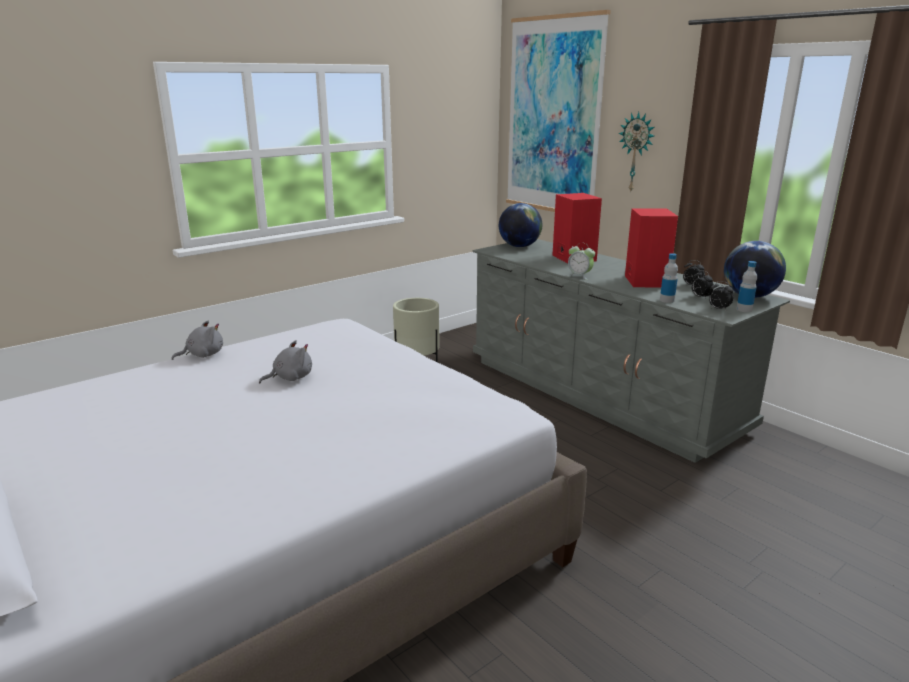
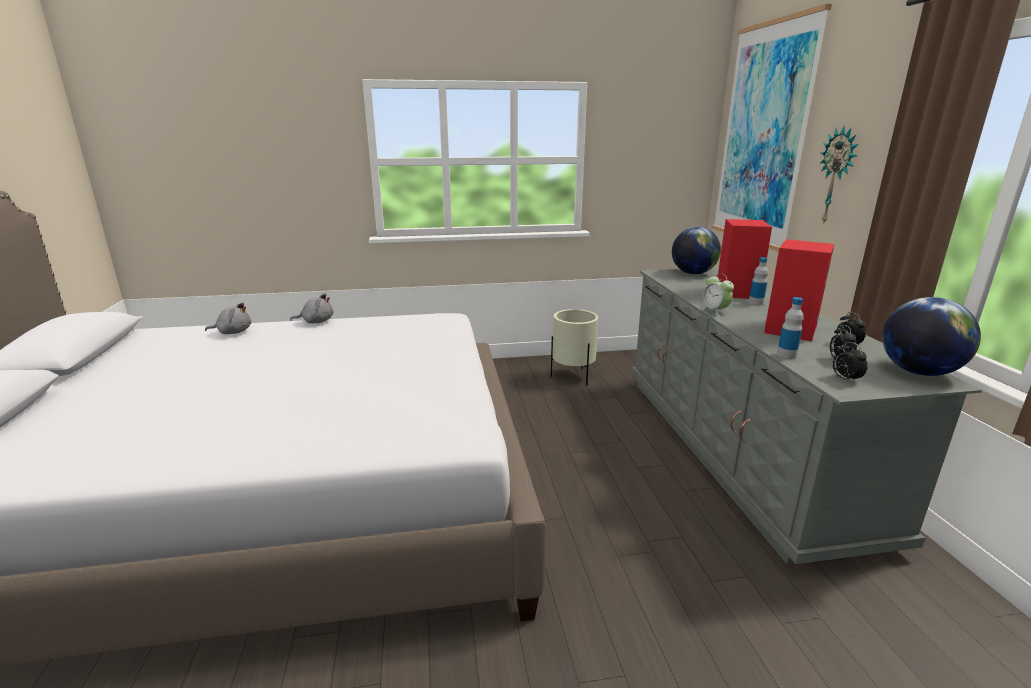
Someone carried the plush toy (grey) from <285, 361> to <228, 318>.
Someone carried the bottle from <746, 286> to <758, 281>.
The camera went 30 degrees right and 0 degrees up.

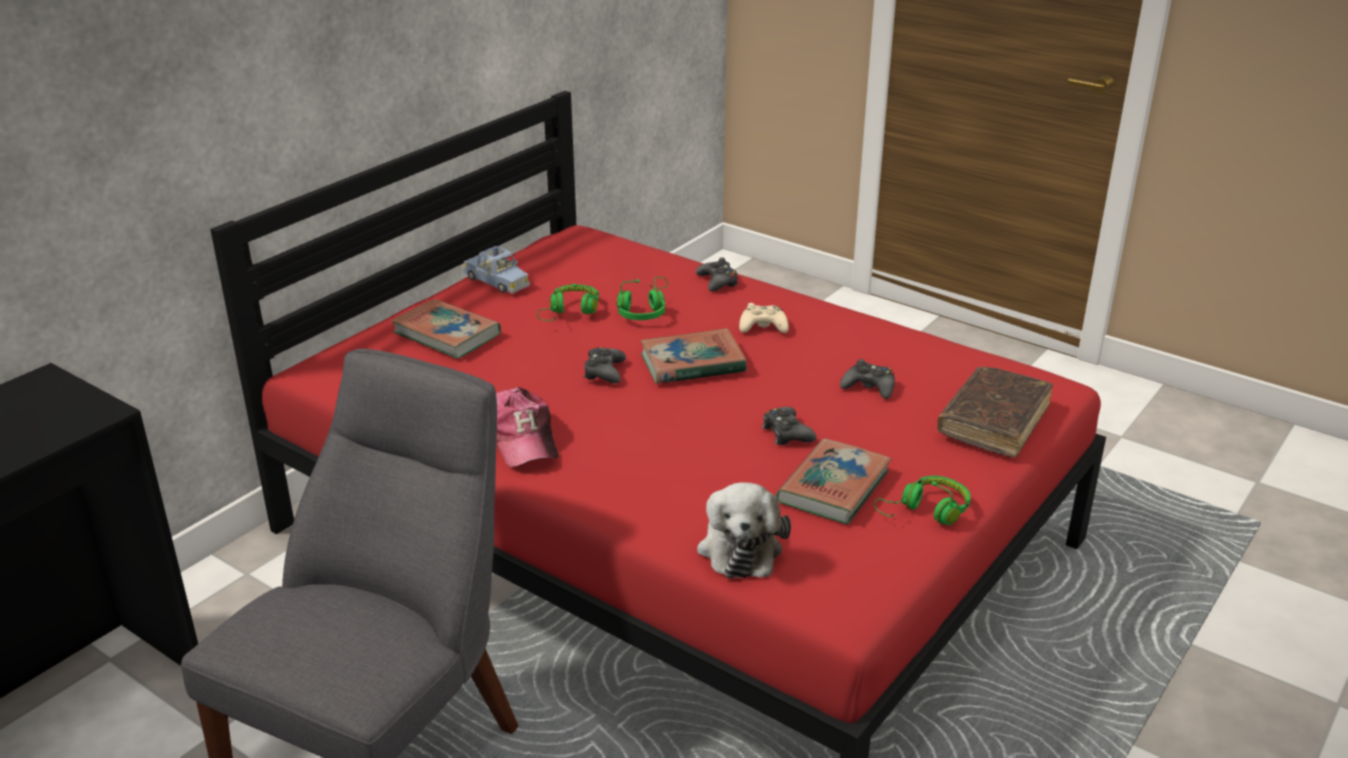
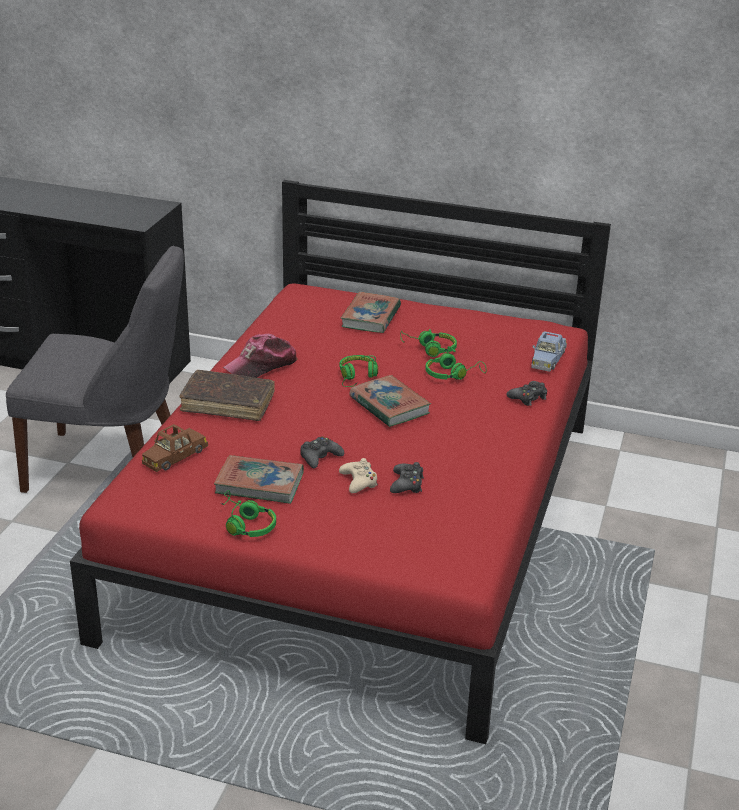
Someone swapped the plush toy at <744, 530> for the toy car (brown) at <175, 448>.
Someone carried the book (brown) from <995, 412> to <227, 395>.
Someone swapped the game controller (black) at <605, 365> for the headphones (green) at <358, 371>.
Someone carried the game controller (beige) from <764, 318> to <358, 475>.
Someone carried the toy car (blue) from <496, 270> to <549, 351>.
The camera went 70 degrees right and 0 degrees up.

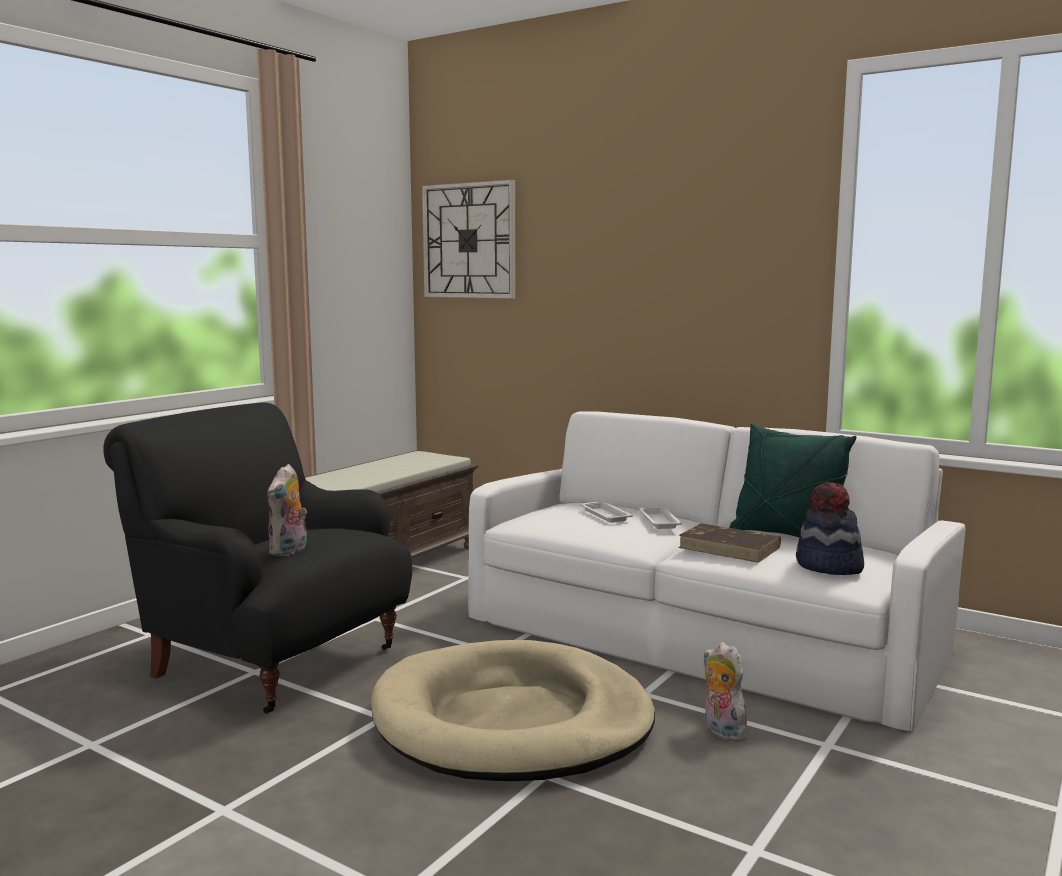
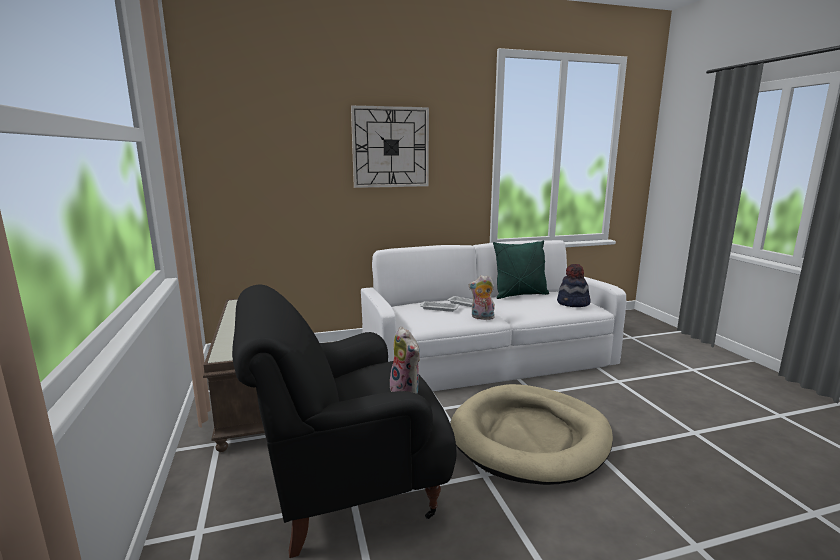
Someone carried the wall clock from <468, 239> to <390, 146>.
Someone carried the plush toy from <725, 691> to <482, 297>.
Someone took away the book (brown) at <729, 543>.
The camera went 50 degrees left and 5 degrees up.

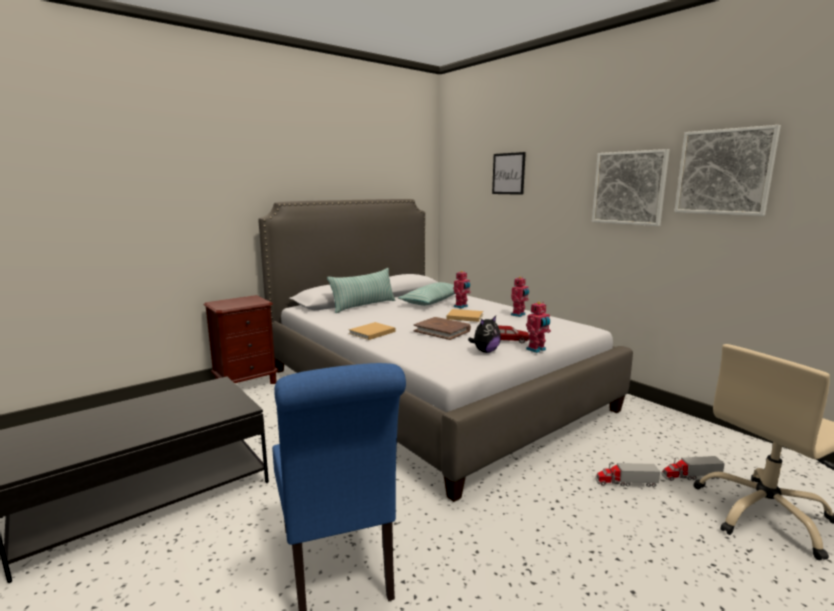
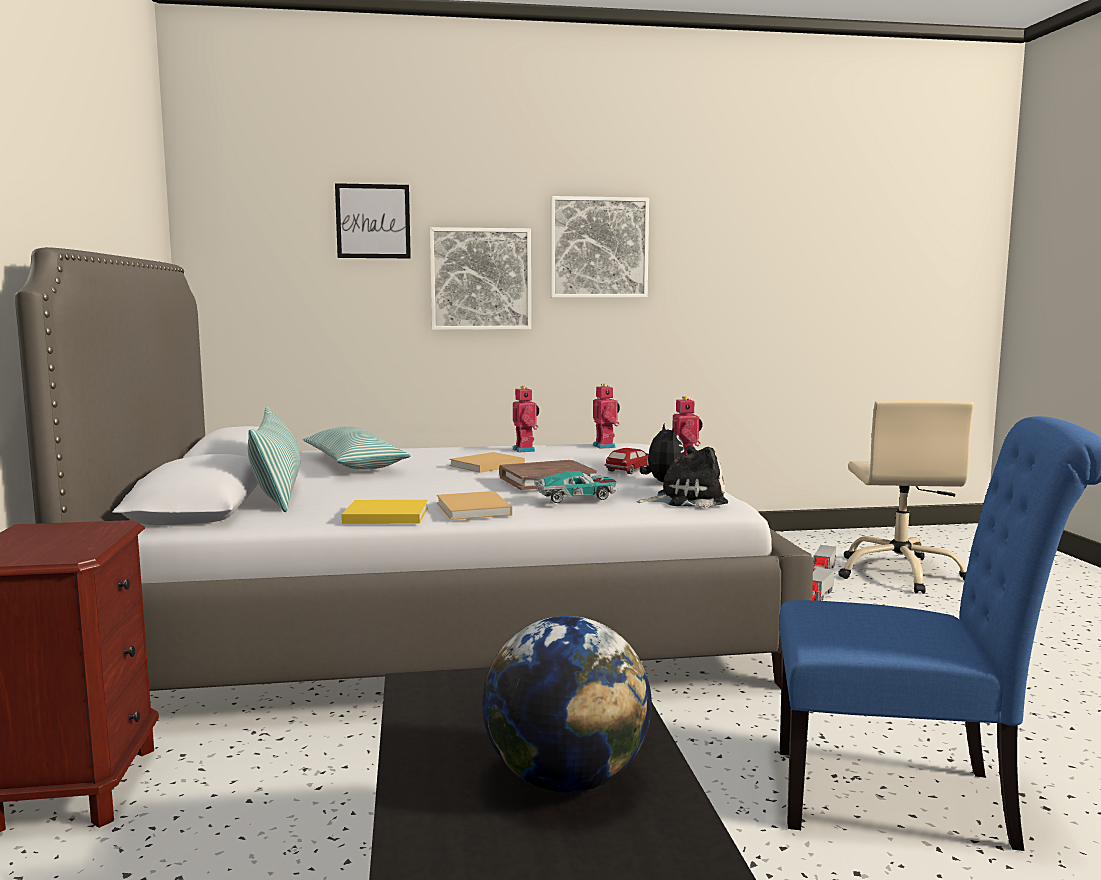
Someone put down the book (yellow) at <384, 512>.
Someone carried the picture from <727, 170> to <480, 278>.
Someone put down the globe at <567, 704>.
Someone put down the toy car at <576, 487>.
Someone carried the toy robot from <462, 290> to <606, 416>.
Someone put down the plush toy at <682, 476>.
The camera went 60 degrees left and 5 degrees down.

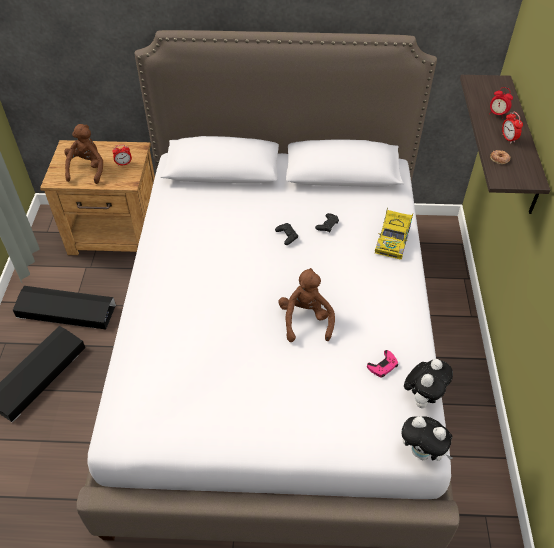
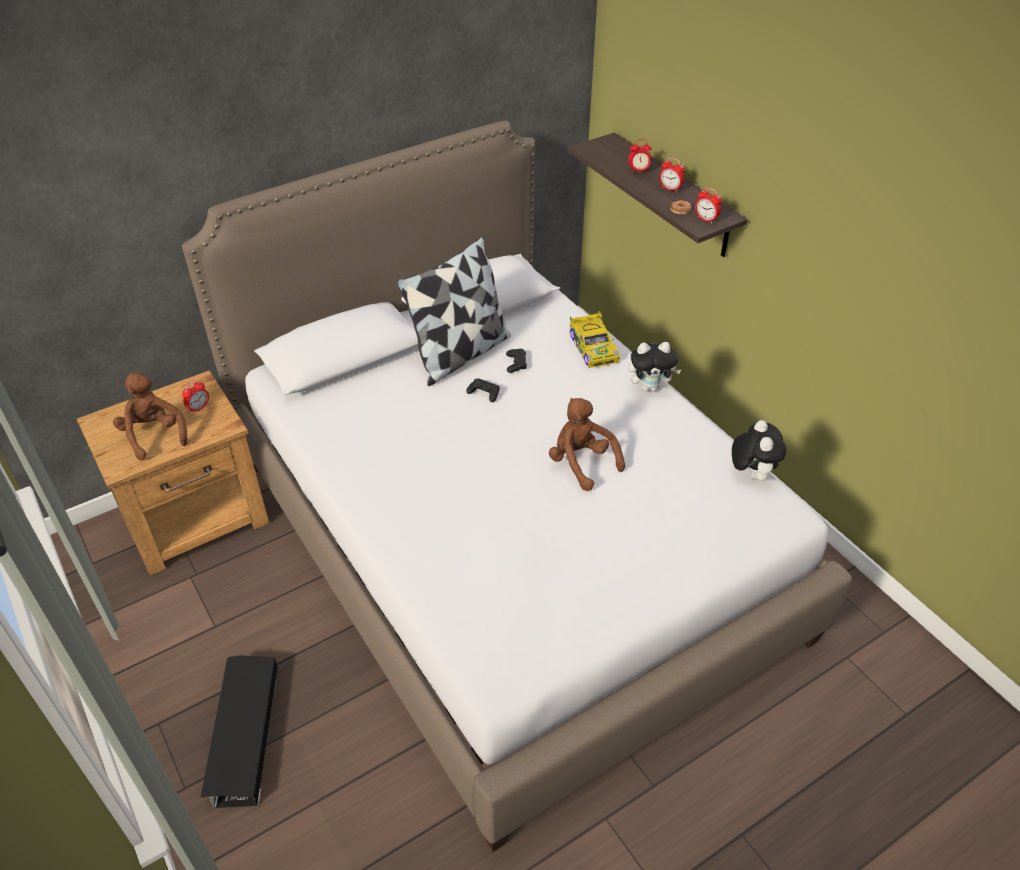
Someone put down the pillow at <453, 311>.
Someone carried the plush toy from <427, 438> to <655, 367>.
Someone put down the alarm clock at <708, 205>.
Someone took away the storage box (black) at <64, 307>.
Someone took away the game controller (pink) at <382, 363>.
The camera went 35 degrees left and 5 degrees down.

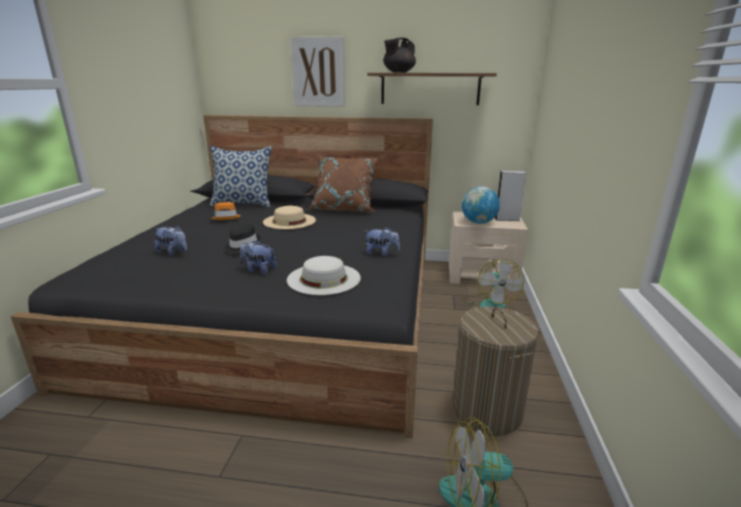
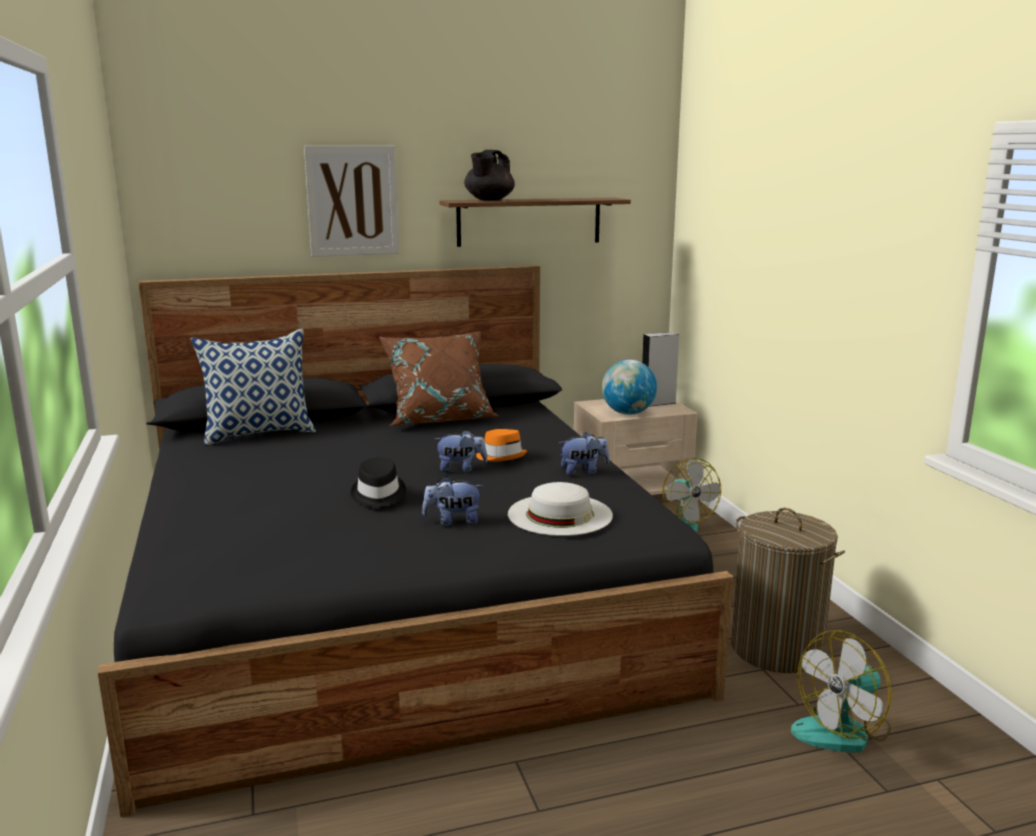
Someone carried the plush toy from <170, 240> to <461, 451>.
Someone carried the hat (orange) from <225, 211> to <501, 445>.
Someone took away the hat (beige) at <289, 217>.
The camera went 25 degrees left and 5 degrees down.

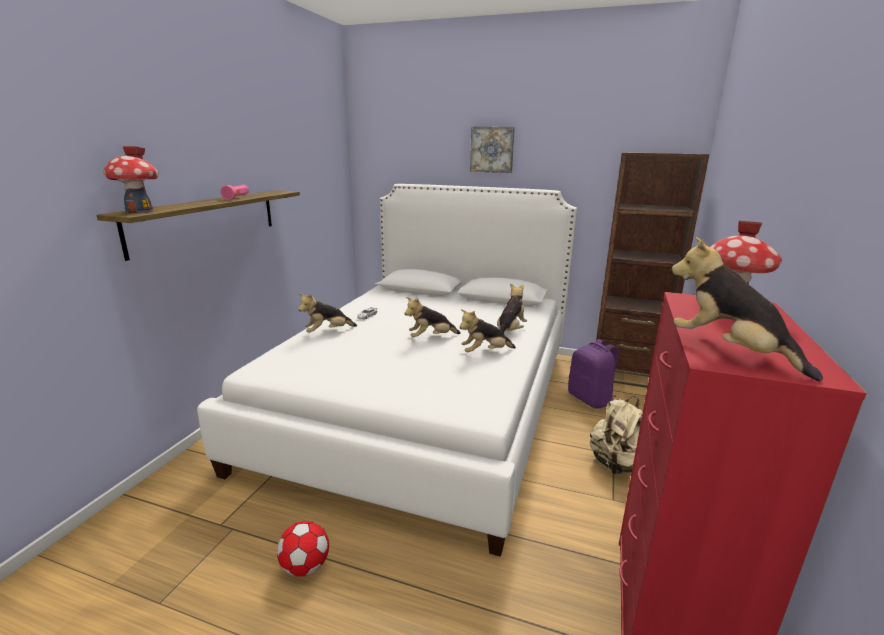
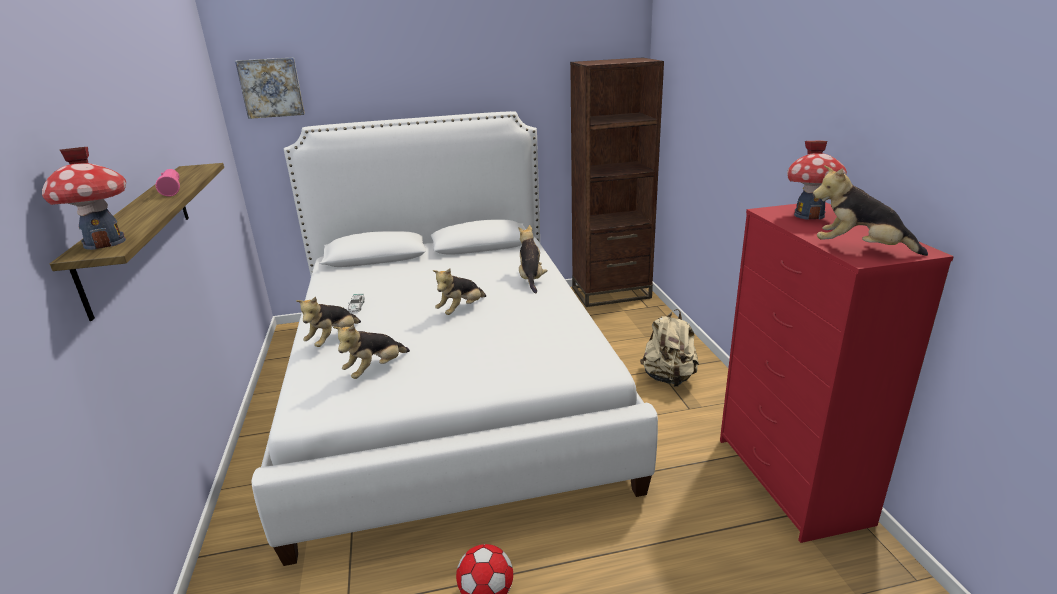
Someone carried the picture from <492, 150> to <270, 88>.
Someone carried the plush toy from <488, 330> to <371, 352>.
Someone took away the backpack (purple) at <593, 374>.
The camera went 30 degrees left and 5 degrees up.

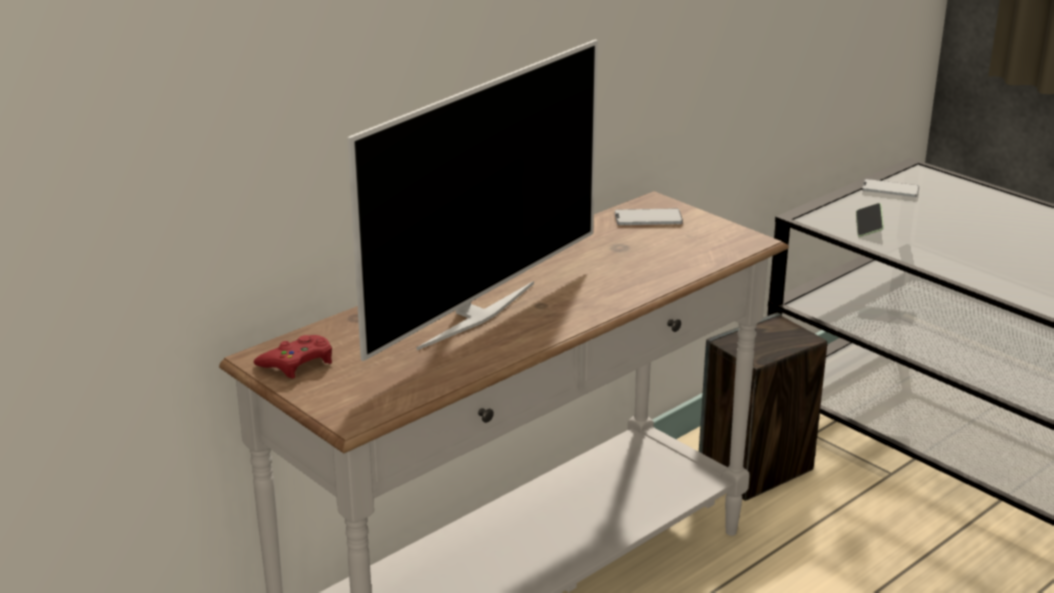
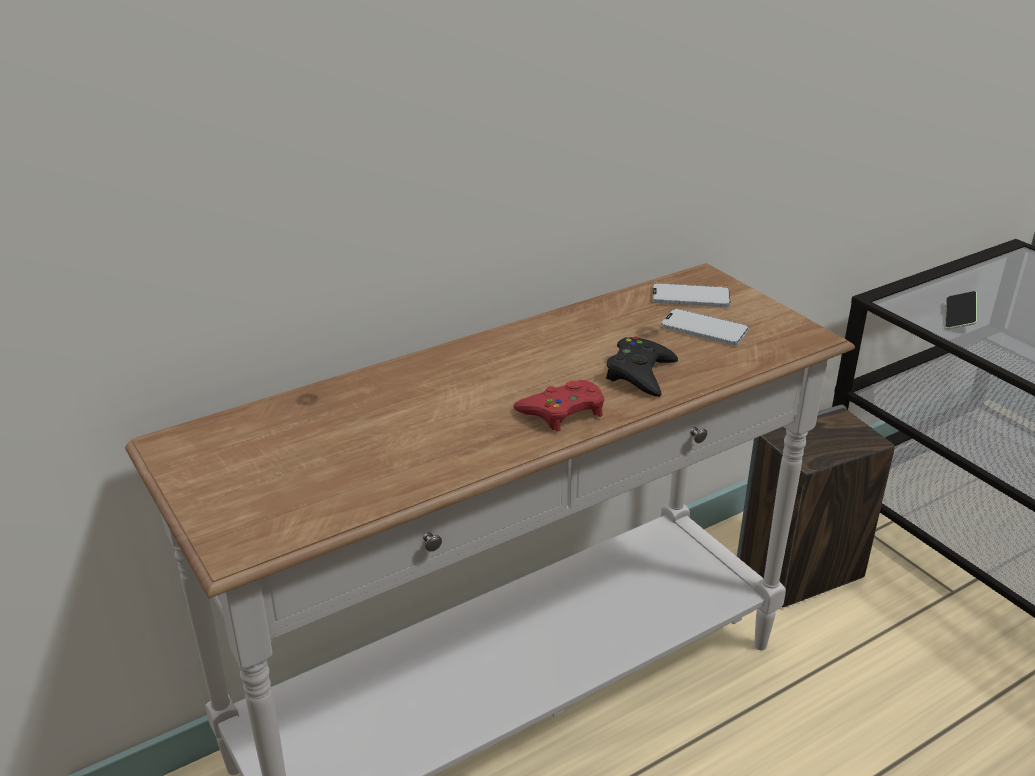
Someone carried the game controller (red) from <292, 357> to <558, 406>.
Someone put down the game controller (black) at <642, 367>.
Someone carried the phone from <890, 188> to <705, 327>.
Someone took away the television at <472, 200>.
The camera went 10 degrees right and 5 degrees up.

